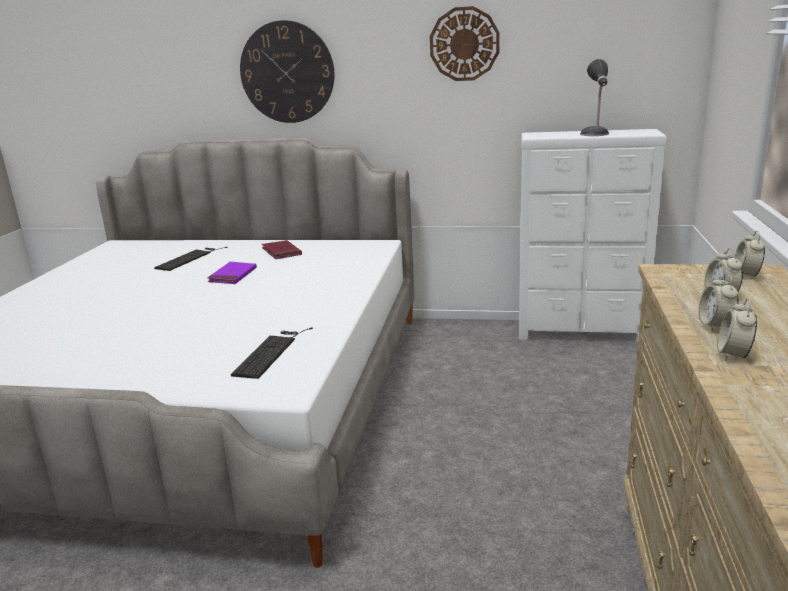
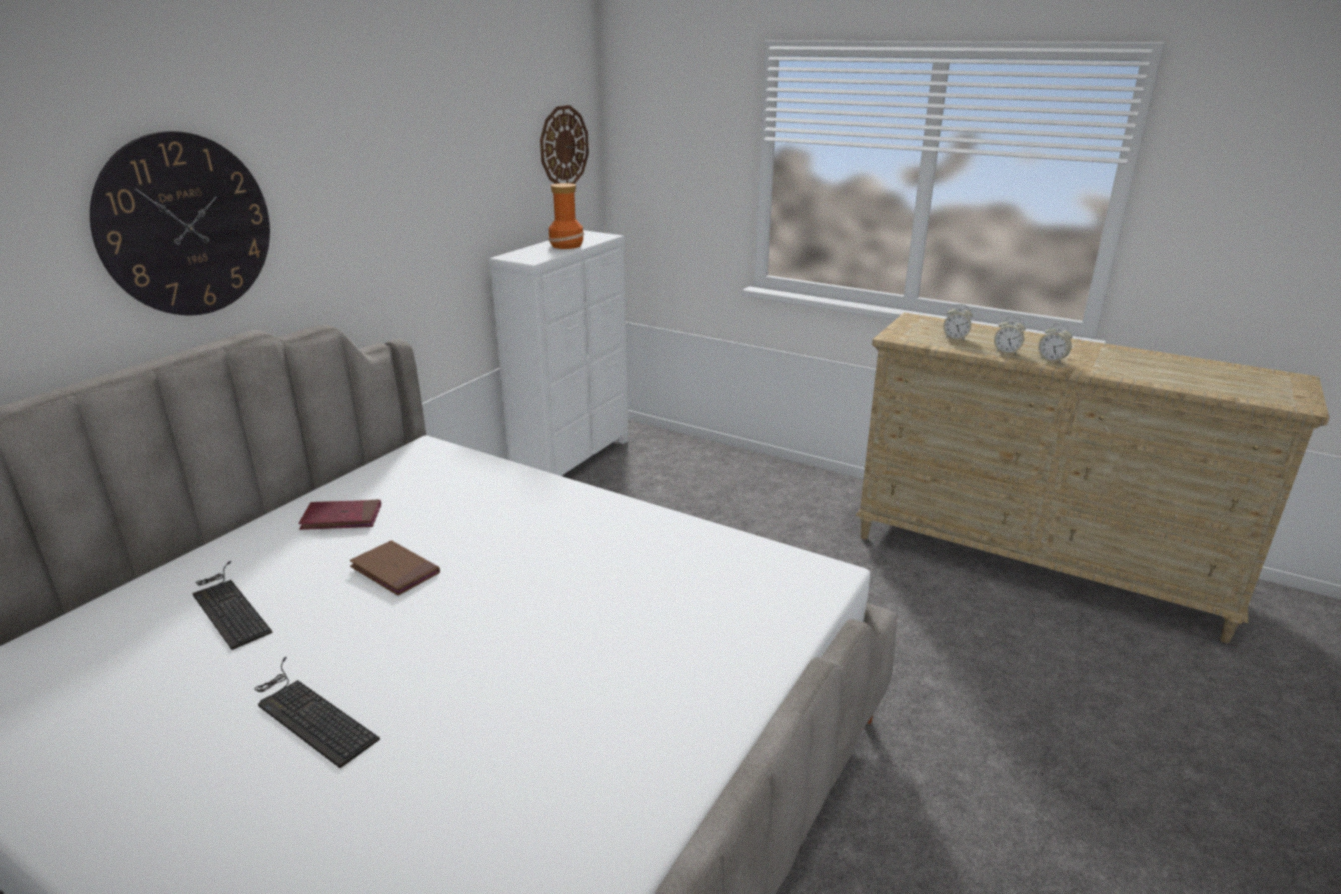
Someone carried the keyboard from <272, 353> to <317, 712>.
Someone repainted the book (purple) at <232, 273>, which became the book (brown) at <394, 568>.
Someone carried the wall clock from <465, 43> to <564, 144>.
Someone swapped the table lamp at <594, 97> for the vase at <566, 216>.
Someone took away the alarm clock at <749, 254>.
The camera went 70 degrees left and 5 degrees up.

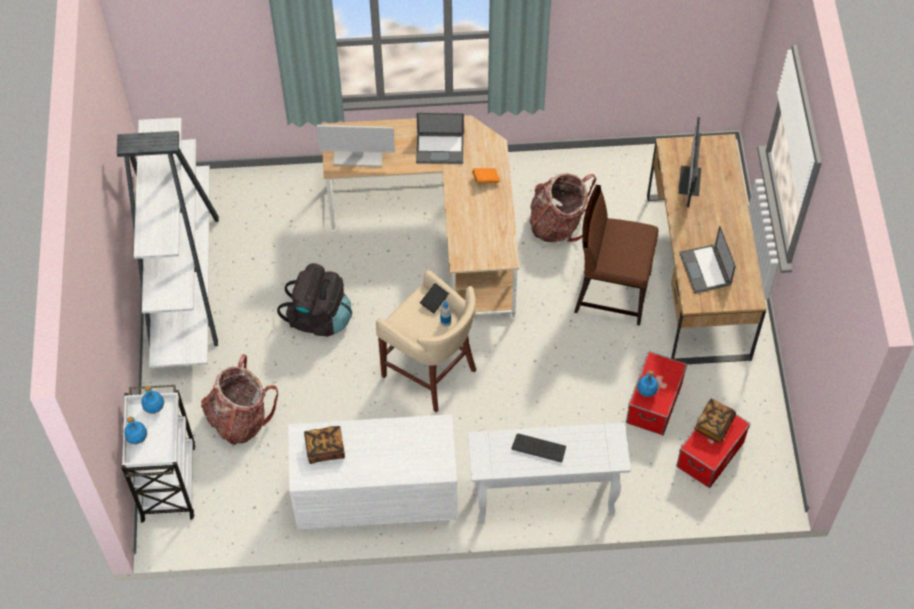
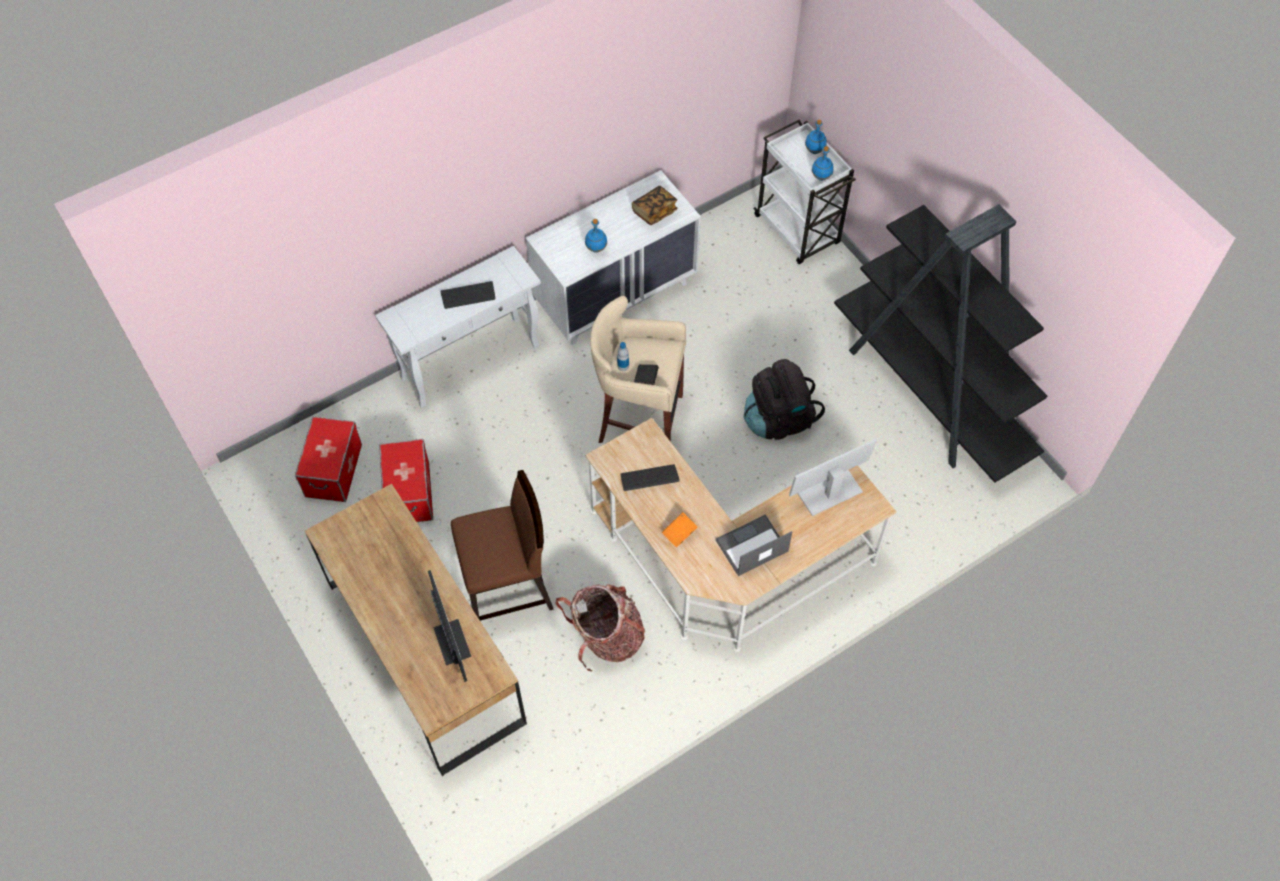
Someone carried the bottle (blue) from <647, 383> to <596, 236>.
Someone put down the keyboard at <650, 477>.
Someone repainted the bookcase (white) at <168, 243>, which became the bookcase (black) at <940, 343>.
Someone took away the backpack at <239, 399>.
Someone took away the laptop at <707, 259>.
Someone took away the book at <715, 421>.
The camera went 150 degrees right and 0 degrees up.

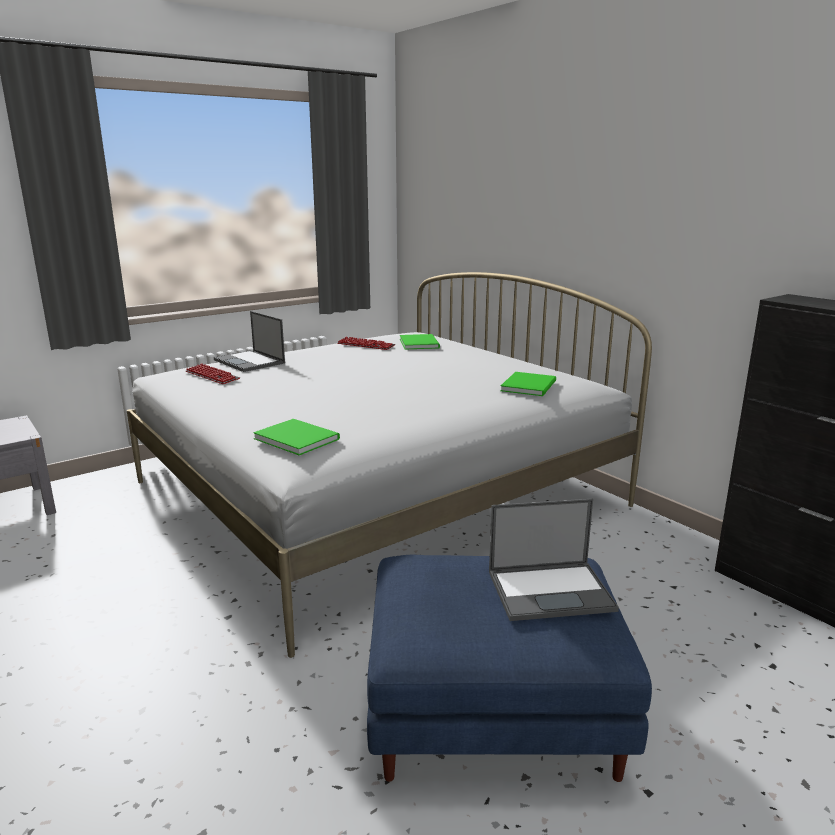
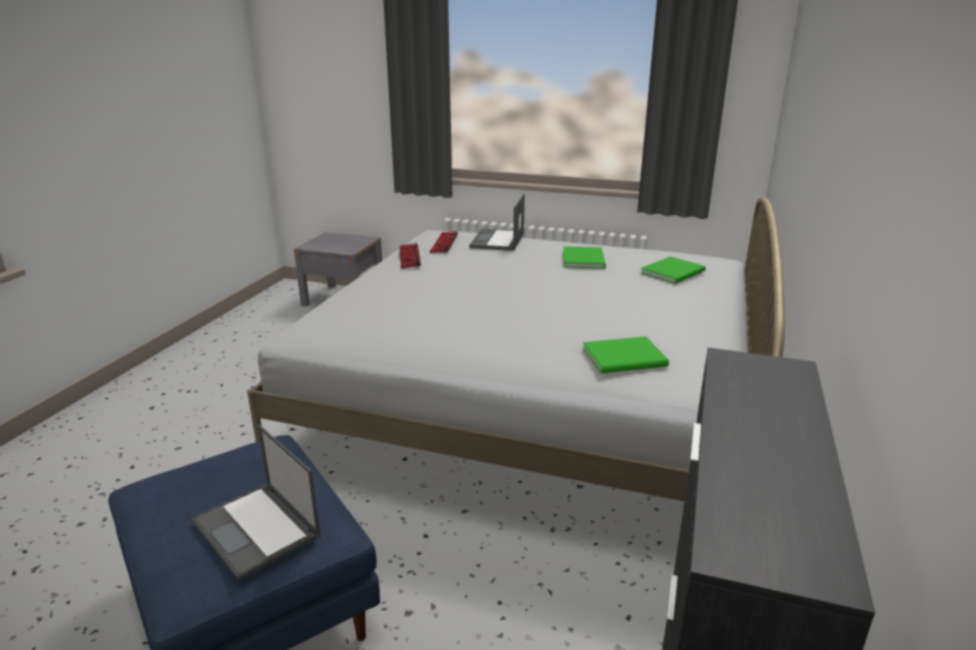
Someone carried the keyboard from <366, 343> to <410, 255>.
Someone carried the book (green) from <296, 437> to <584, 257>.
The camera went 55 degrees right and 5 degrees up.

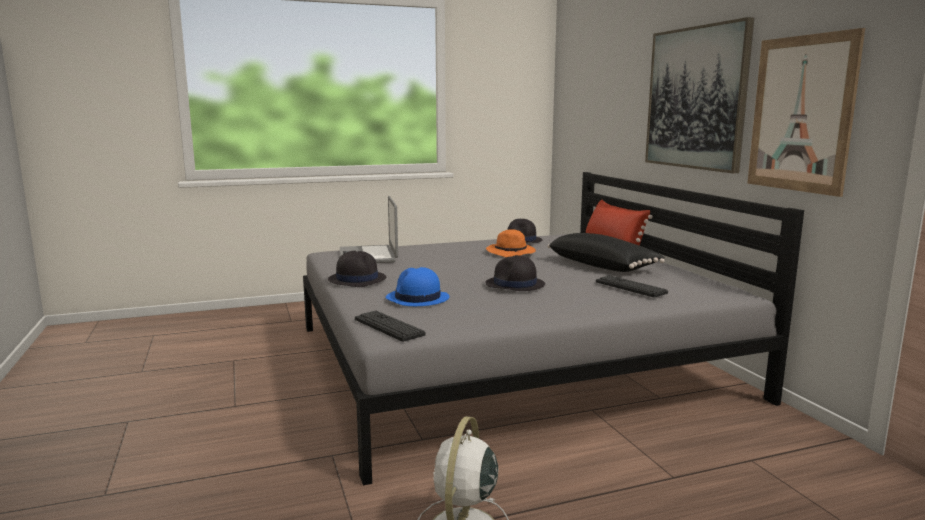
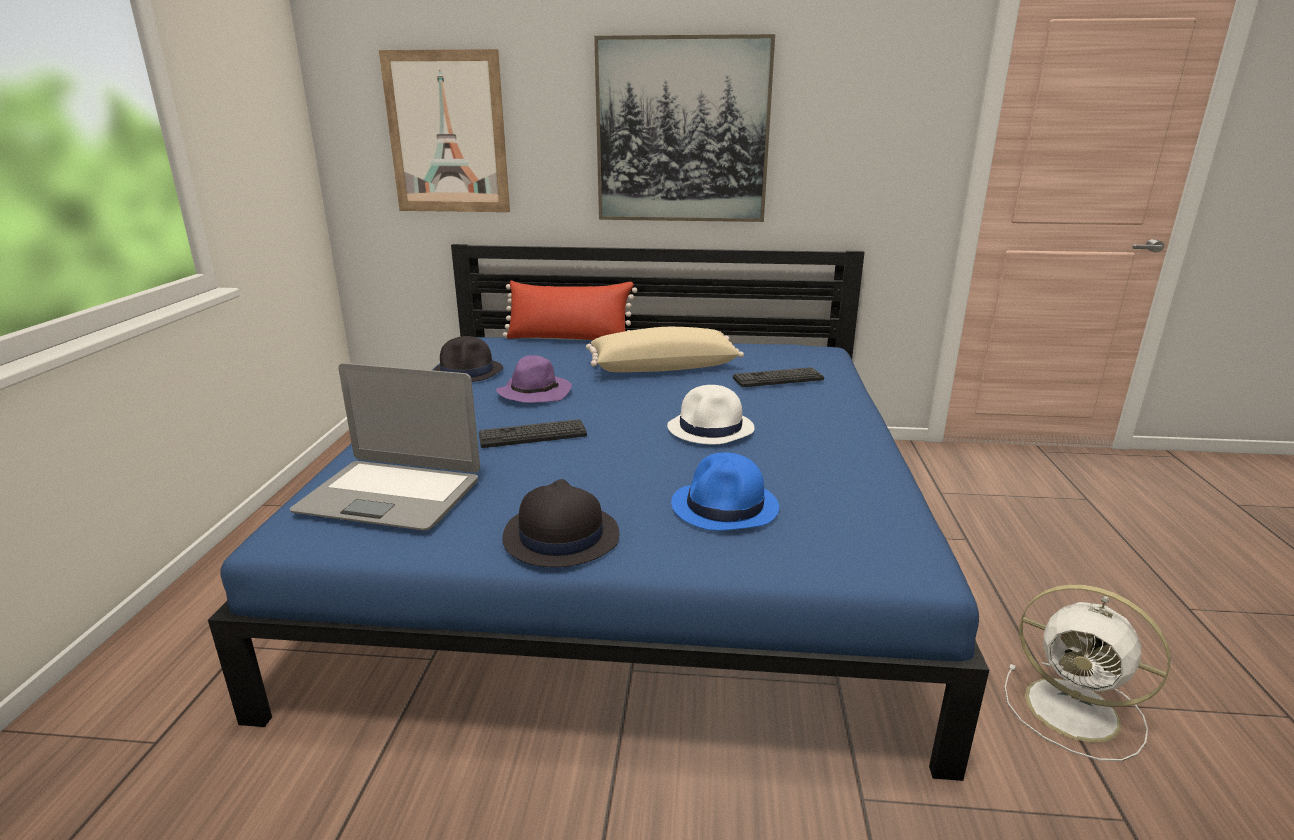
Someone repainted the bed (grey) at <553, 328>, which became the bed (blue) at <598, 512>.
Someone carried the picture from <806, 112> to <444, 130>.
Someone carried the keyboard from <390, 326> to <533, 433>.
Someone repainted the hat (orange) at <511, 243>, which became the hat (purple) at <534, 379>.
Someone repainted the pillow (black) at <606, 252>, which became the pillow (beige) at <665, 349>.
Someone repainted the hat (black) at <515, 273>, which became the hat (white) at <711, 414>.
The camera went 65 degrees left and 10 degrees up.

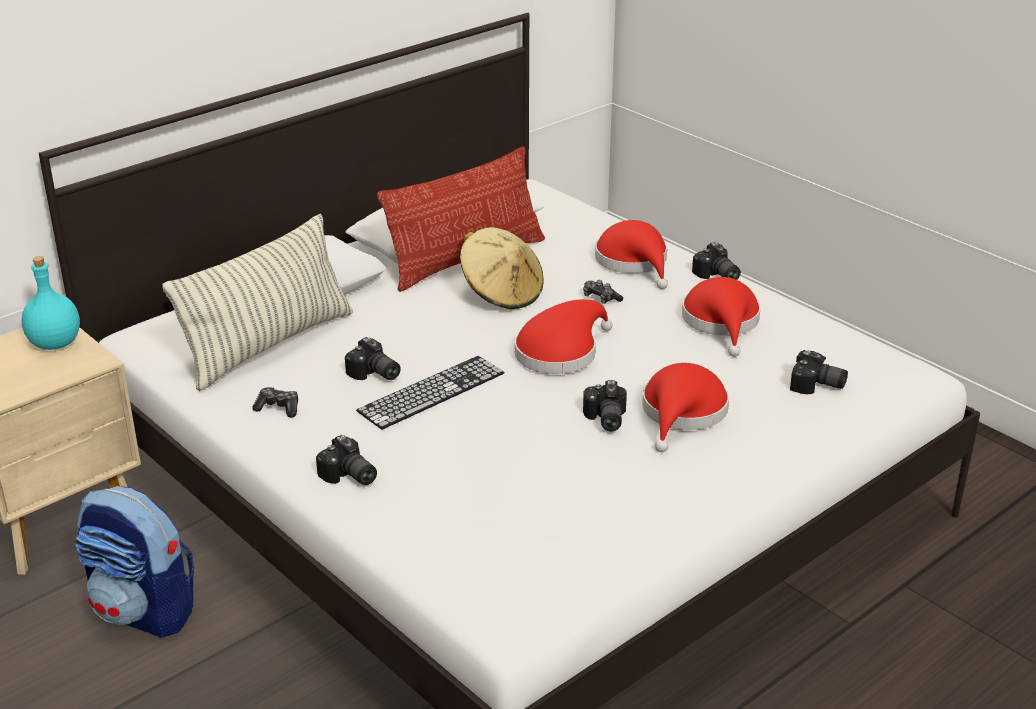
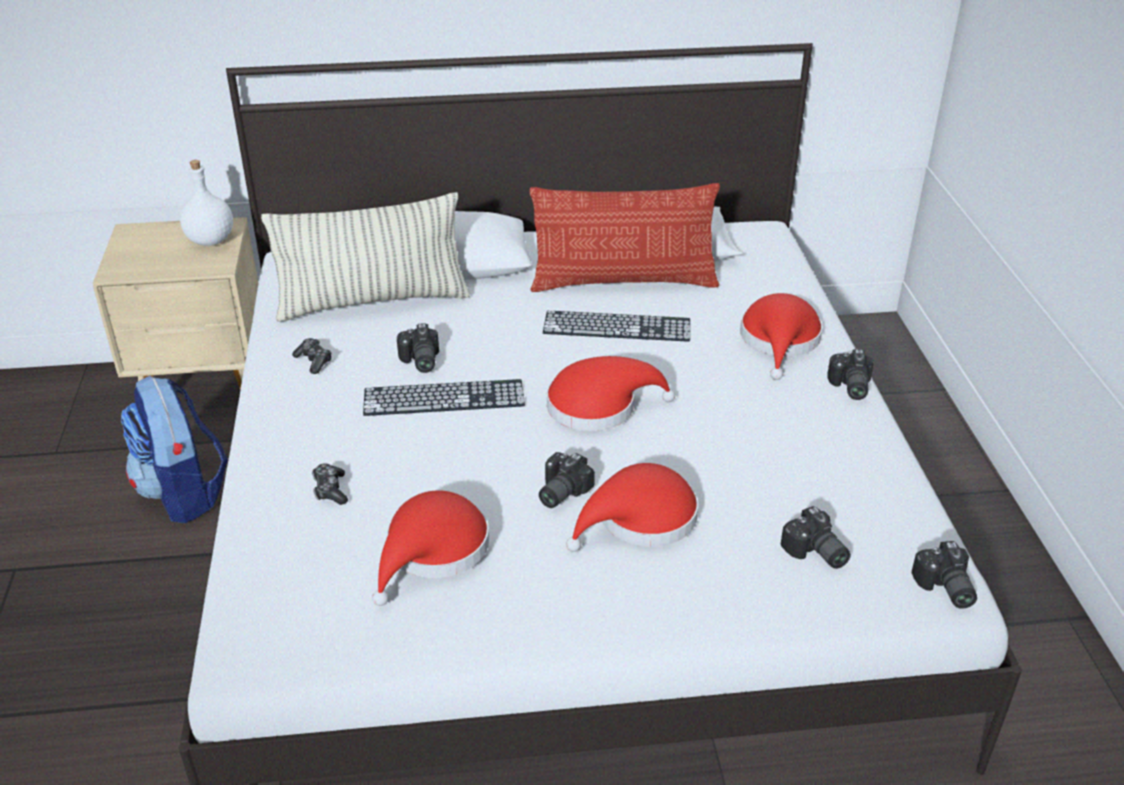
Someone repainted the bottle (turquoise) at <50, 303>, which became the bottle (white) at <206, 203>.
Someone carried the game controller from <603, 292> to <330, 484>.
Someone carried the hat (red) from <721, 317> to <430, 548>.
Someone swapped the hat (beige) at <502, 268> for the keyboard at <616, 326>.
Someone carried the photo camera from <346, 460> to <944, 575>.
The camera went 35 degrees right and 5 degrees up.

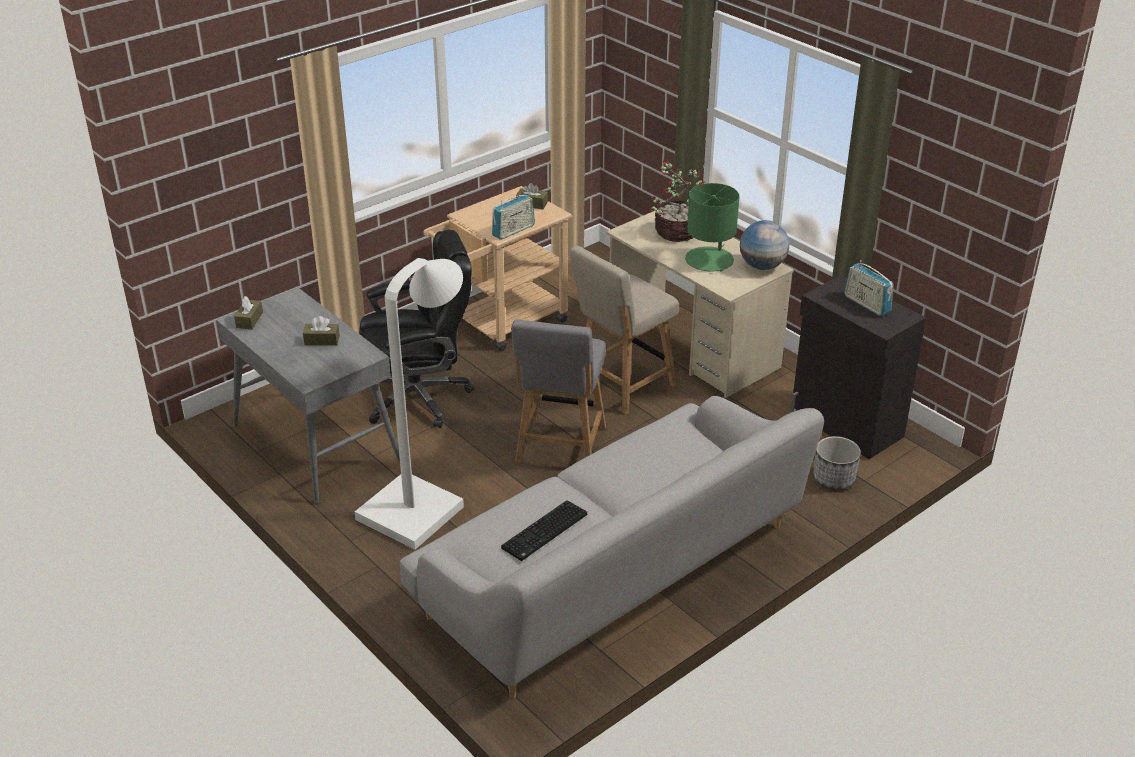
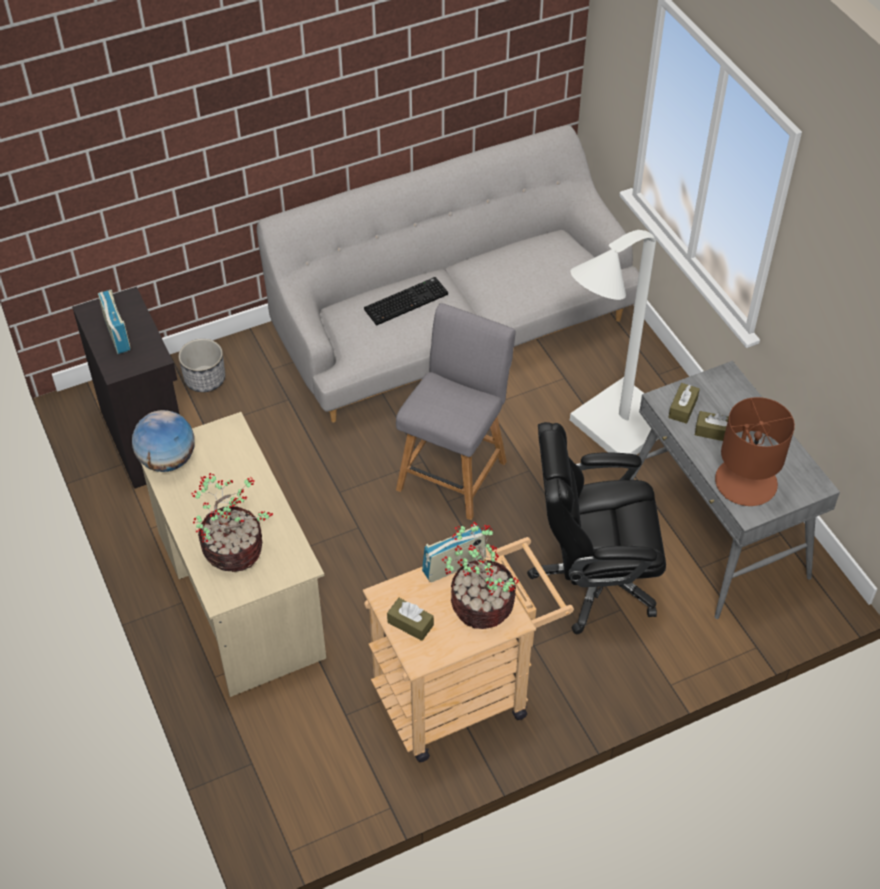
Someone carried the keyboard from <544, 530> to <406, 301>.
Someone put down the potted plant at <480, 575>.
Someone carried the tissue box (brown) from <248, 312> to <684, 403>.
Someone put down the table lamp (brown) at <755, 451>.
Someone took away the chair (beige) at <624, 330>.
Someone took away the table lamp (green) at <712, 227>.
The camera went 165 degrees left and 15 degrees up.

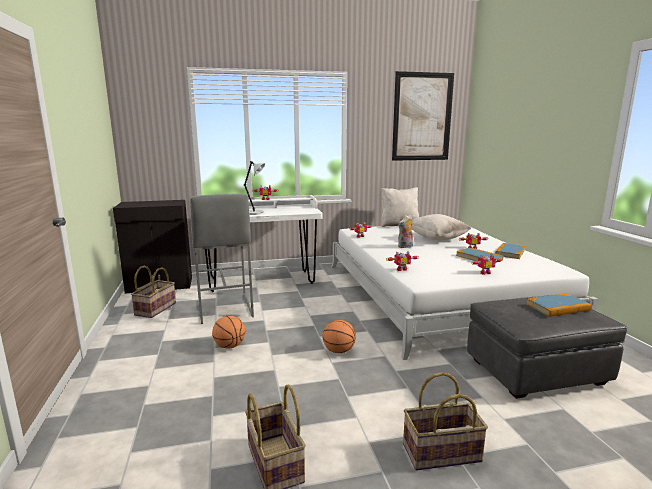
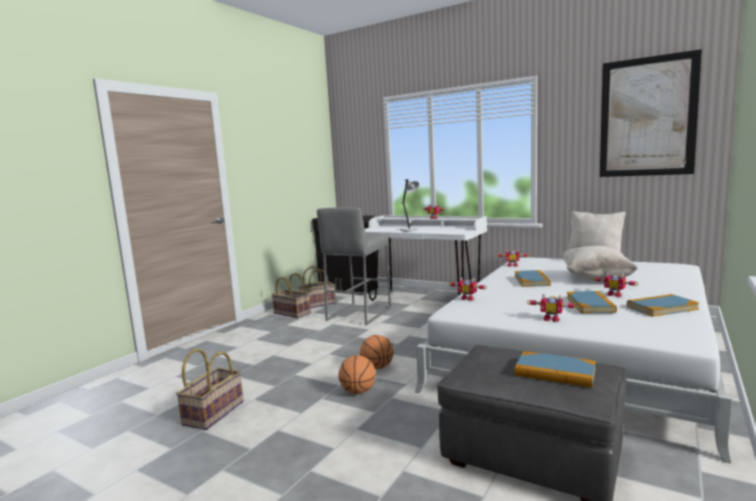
Someone carried the basket from <445, 421> to <291, 295>.
Someone carried the basketball from <228, 332> to <357, 374>.
Someone swapped the plush toy at <405, 231> for the book at <532, 278>.
The camera went 45 degrees right and 5 degrees down.

